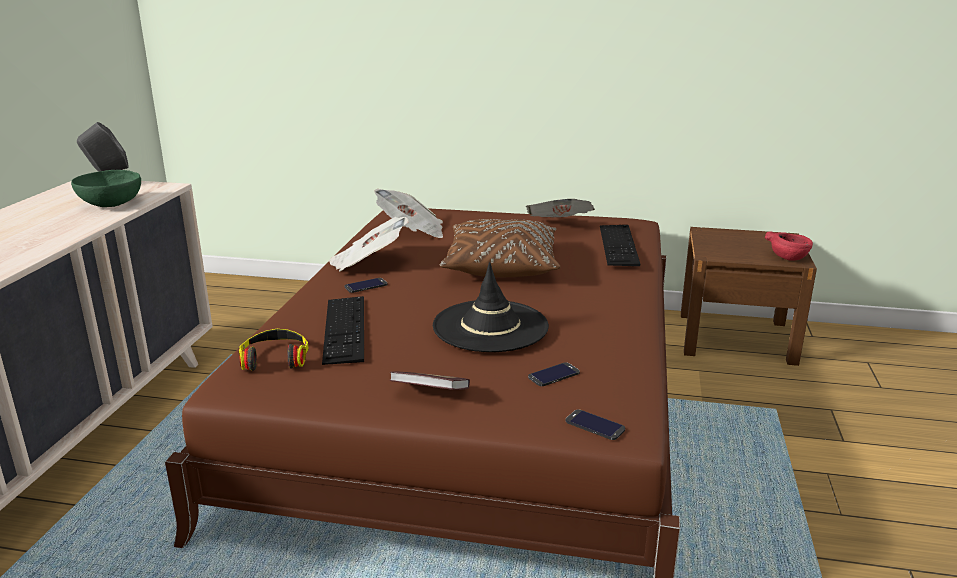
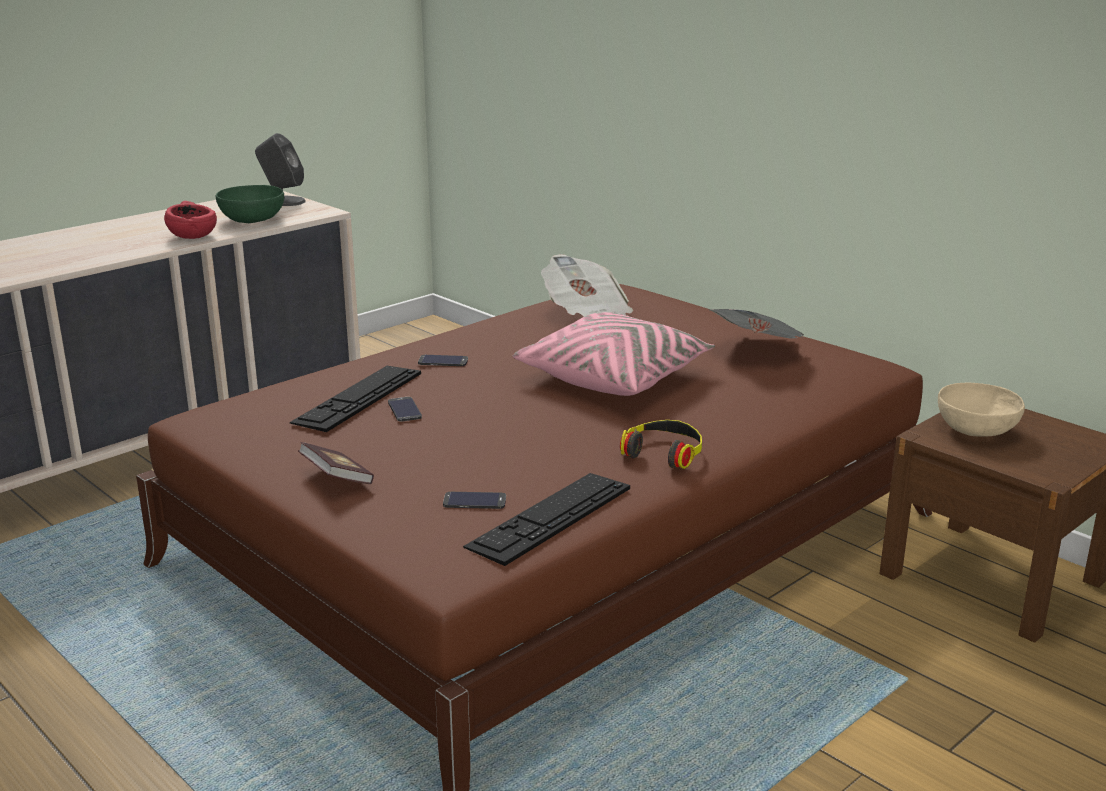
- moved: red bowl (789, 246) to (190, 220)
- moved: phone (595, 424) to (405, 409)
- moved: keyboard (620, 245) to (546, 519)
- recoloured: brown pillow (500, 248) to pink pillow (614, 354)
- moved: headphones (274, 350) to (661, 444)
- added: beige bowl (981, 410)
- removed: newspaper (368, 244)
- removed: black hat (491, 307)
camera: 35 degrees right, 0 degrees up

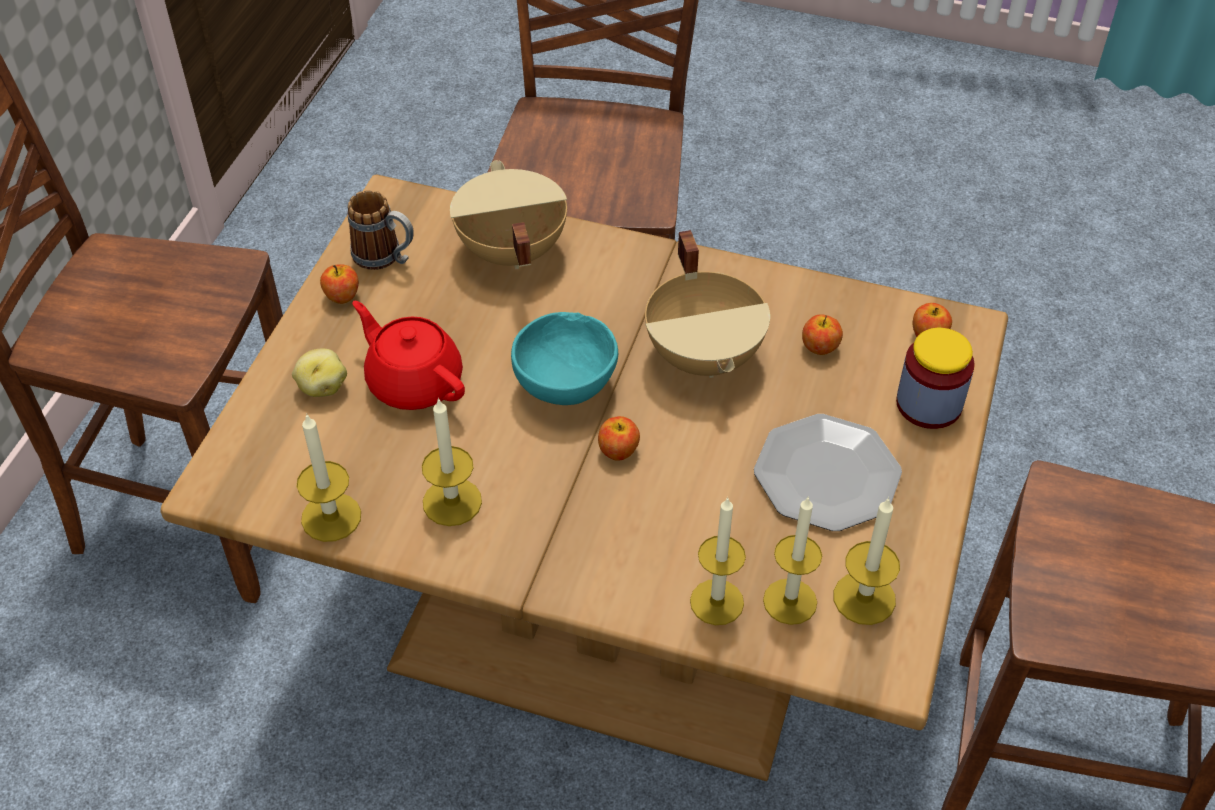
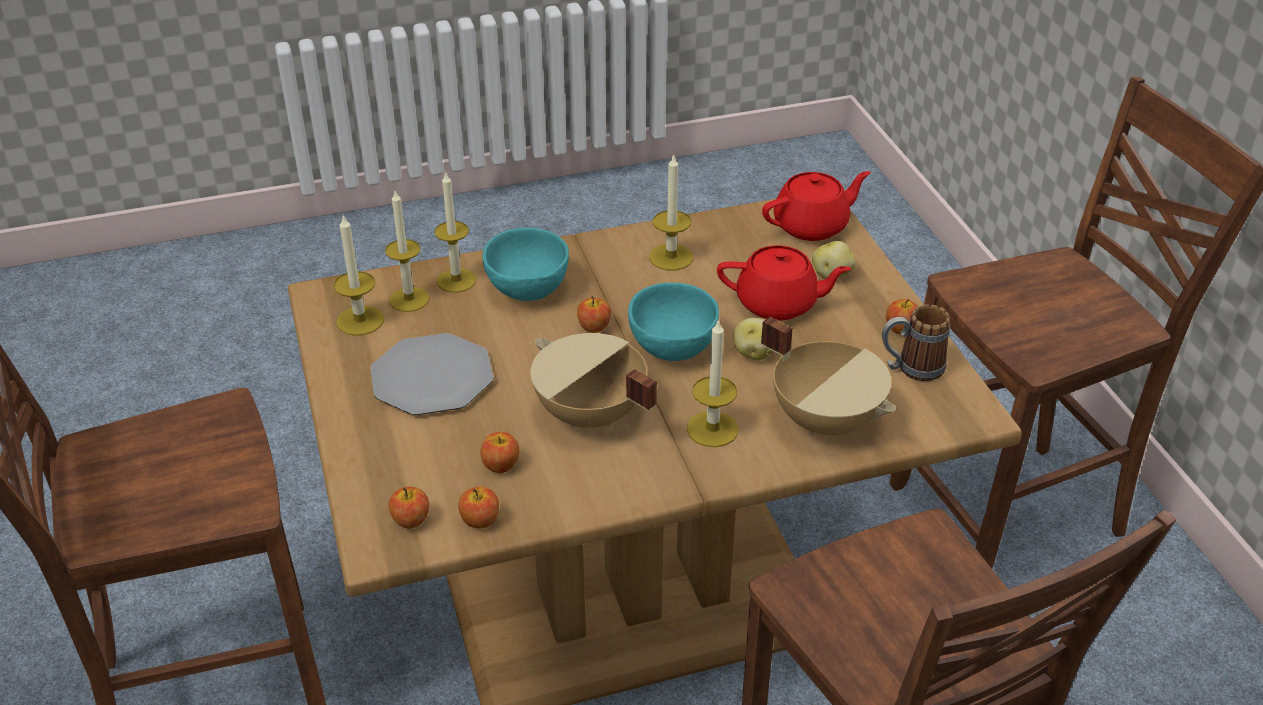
- added: apple (478, 507)
- added: turquoise bowl (525, 264)
- moved: candle (329, 477) to (713, 383)
- added: potato (753, 339)
- added: red teapot (816, 206)
- removed: jar (935, 378)
camera: 145 degrees right, 10 degrees down

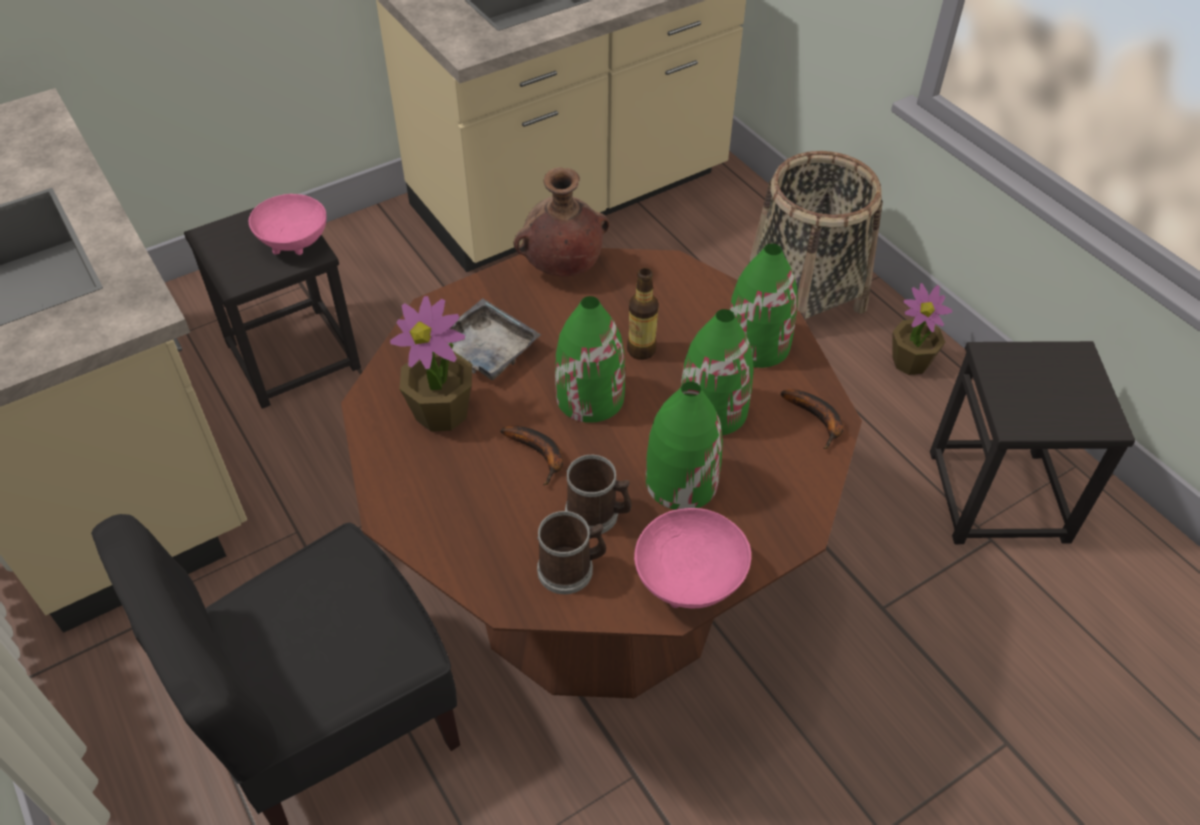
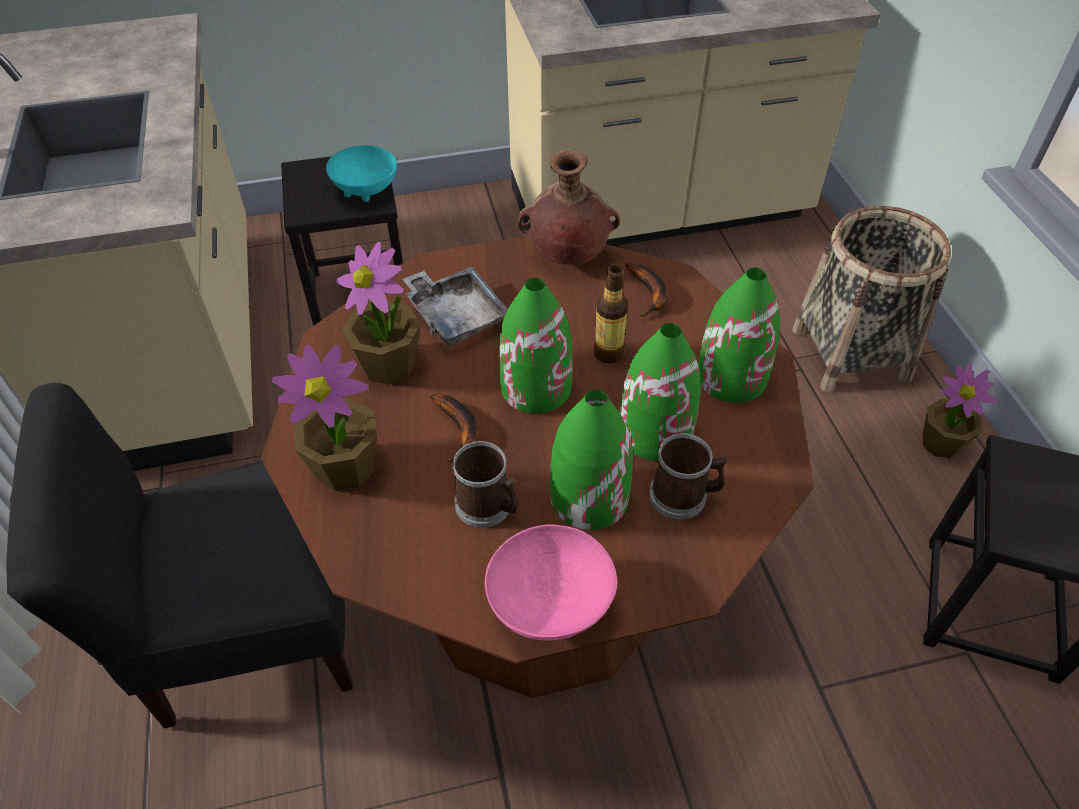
- added: potted plant (324, 418)
- recoloured: pink bowl (288, 224) to turquoise bowl (361, 173)
- moved: banana (812, 419) to (646, 290)
- moved: mug (571, 552) to (688, 476)
camera: 20 degrees right, 0 degrees up

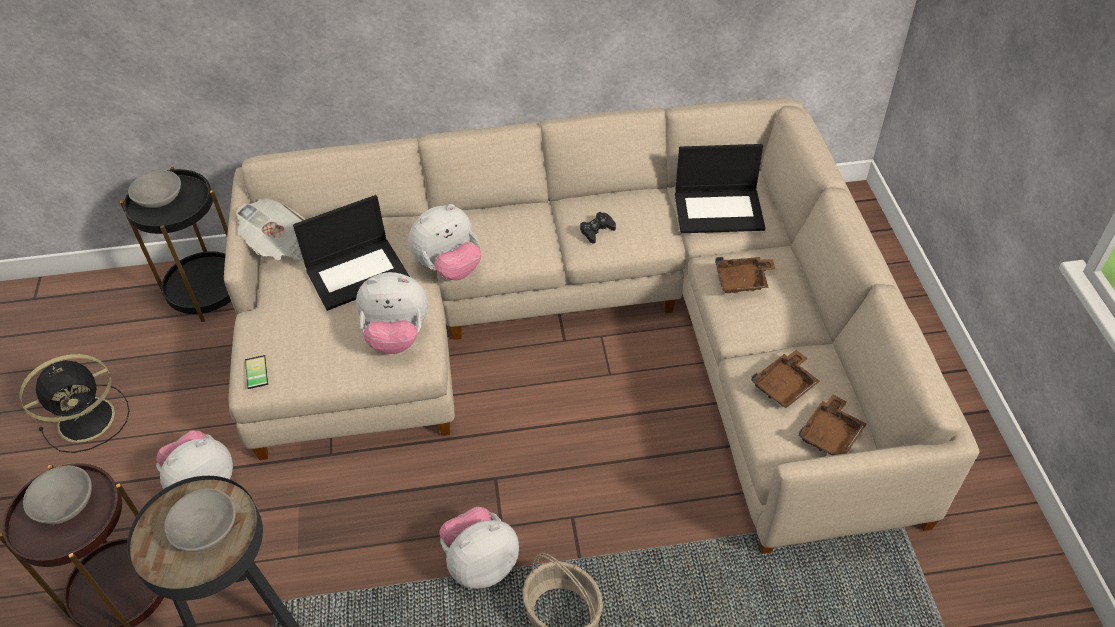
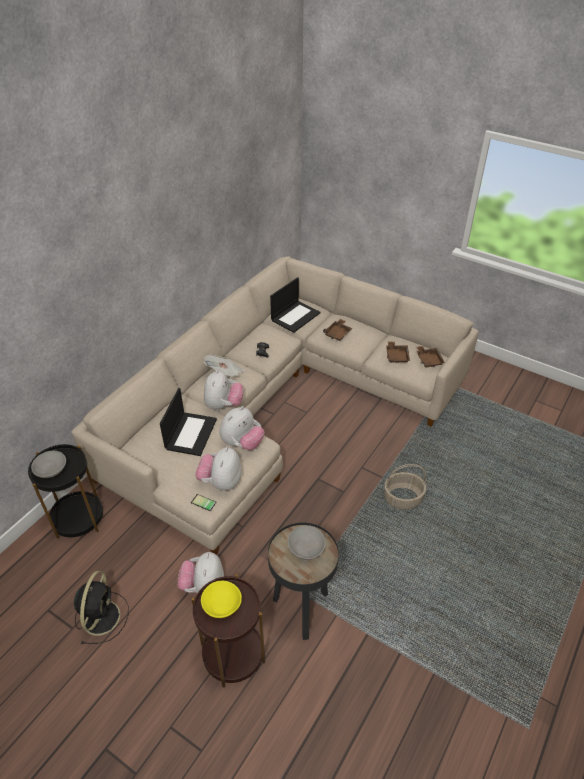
- moved: plush toy (479, 548) to (218, 469)
- recoloured: grey bowl (57, 495) to yellow bowl (221, 599)
- moved: newspaper (270, 230) to (224, 366)
camera: 50 degrees left, 5 degrees down

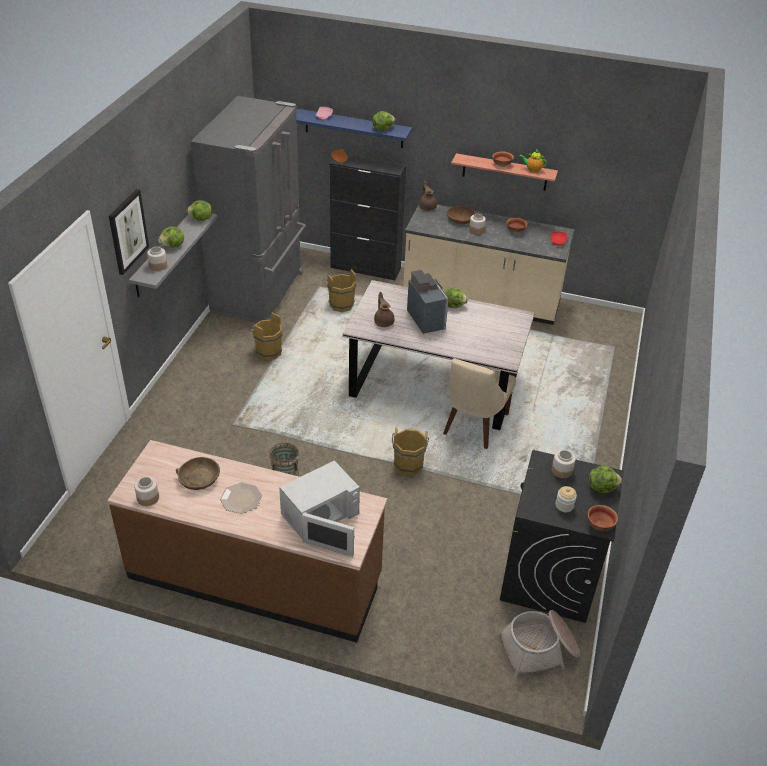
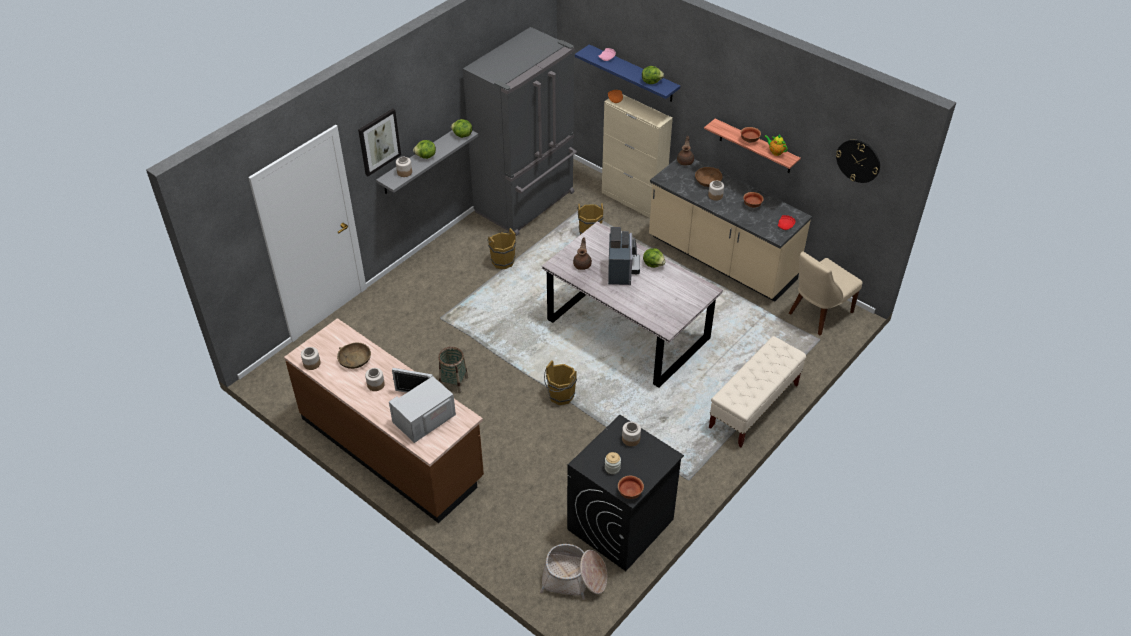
- replaced: plate (241, 498) to jar (375, 379)
- turned: white microwave (319, 508) = (422, 405) 150 degrees clockwise
- recoloured: black cabinet (368, 217) to beige cabinet (637, 156)
- added: beige bench (757, 391)
- moved: beige chair (479, 403) to (826, 293)
- added: wall clock (858, 161)
- removed: lettuce (605, 479)
camera: 25 degrees right, 5 degrees up

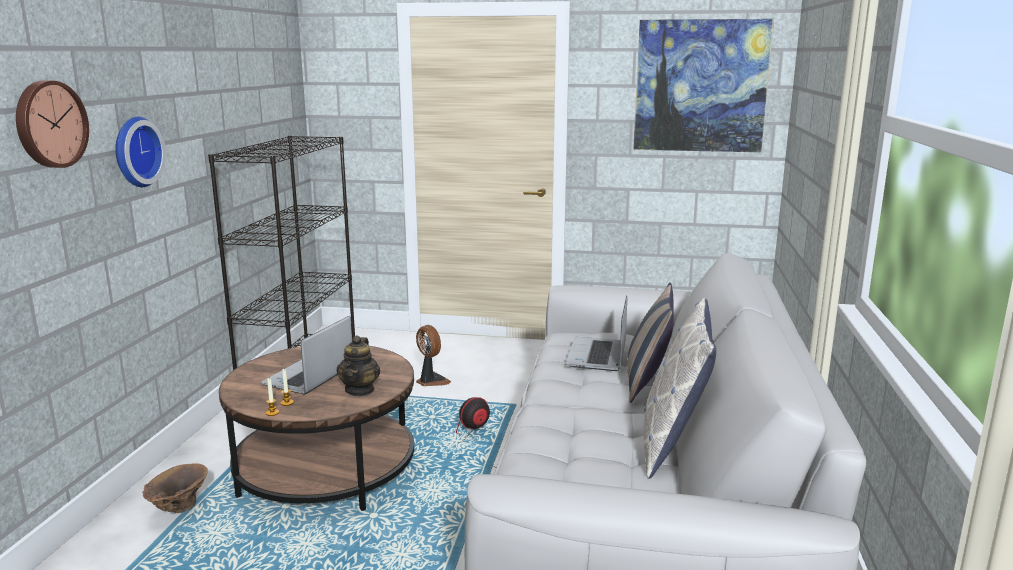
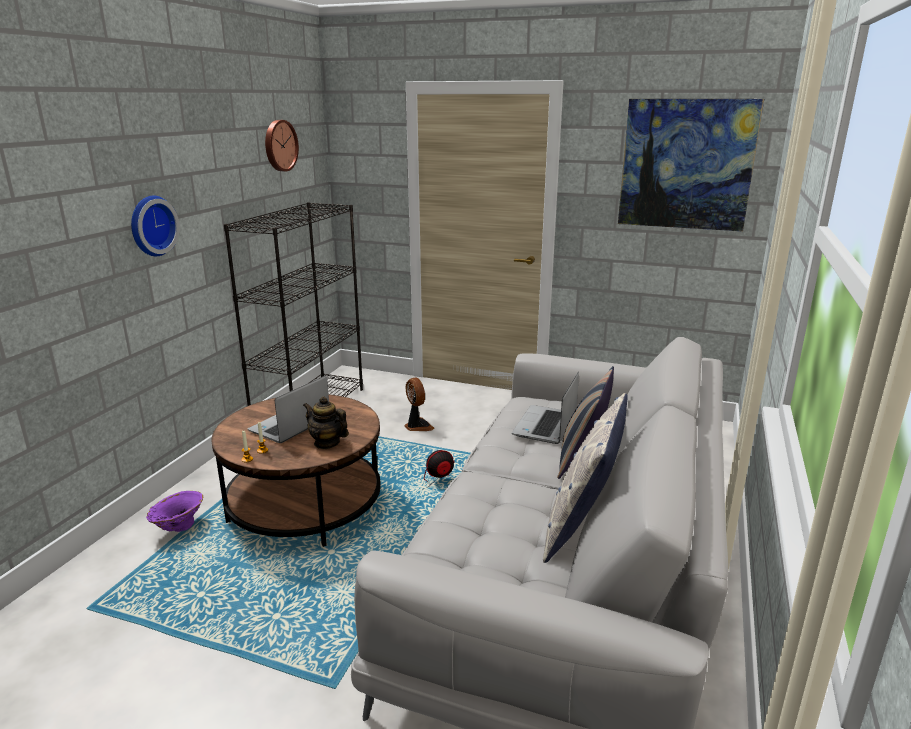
- recoloured: brown vase (175, 488) to purple vase (174, 511)
- moved: wall clock (52, 124) to (282, 145)
- turned: teapot (358, 365) = (326, 422) 105 degrees clockwise
camera: 10 degrees right, 5 degrees up

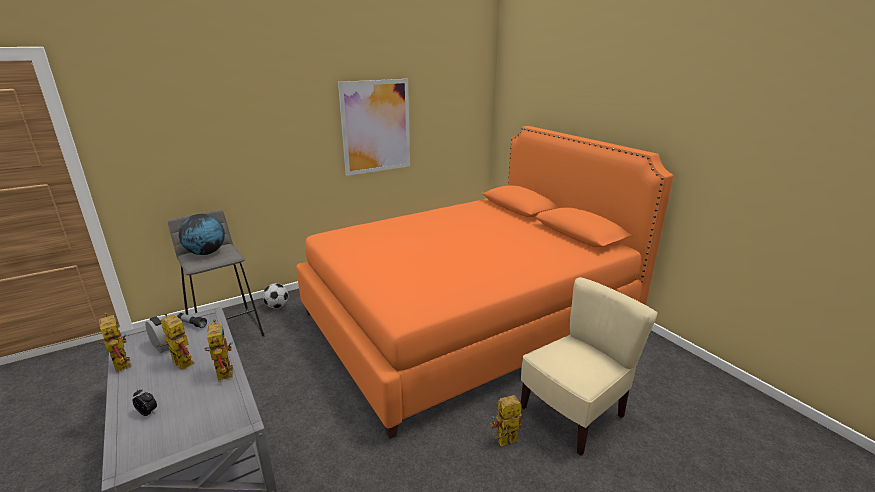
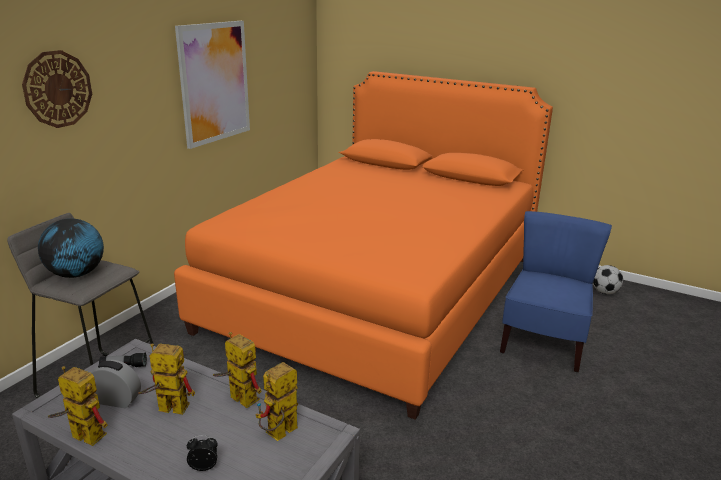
- added: wall clock (57, 89)
- moved: toy robot (506, 420) to (276, 401)
- recoloured: beige chair (589, 366) to blue chair (556, 291)
- moved: football (275, 295) to (608, 279)
camera: 30 degrees left, 0 degrees up

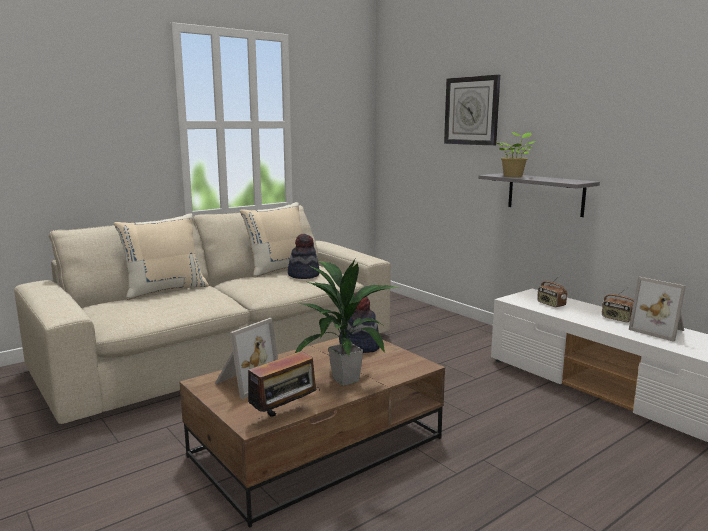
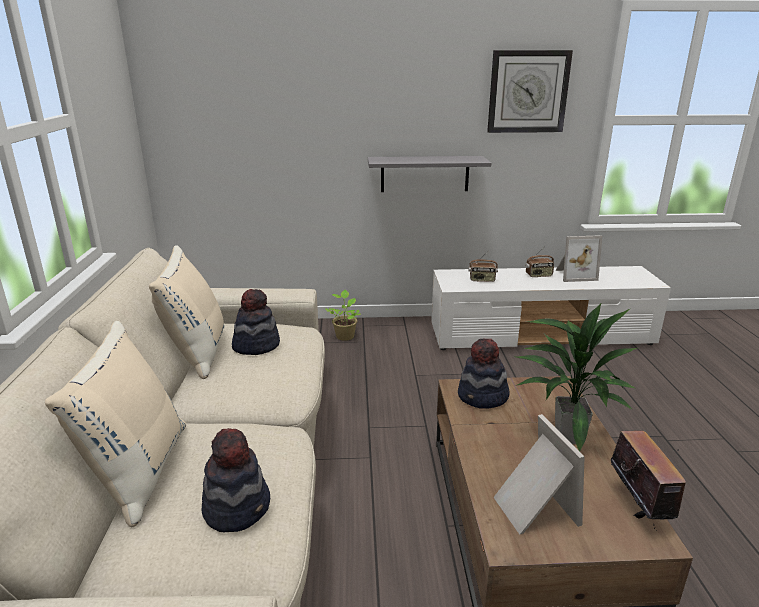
- added: hat (236, 480)
- moved: potted plant (516, 154) to (342, 315)
- moved: wall clock (472, 110) to (530, 91)
camera: 55 degrees left, 10 degrees up

